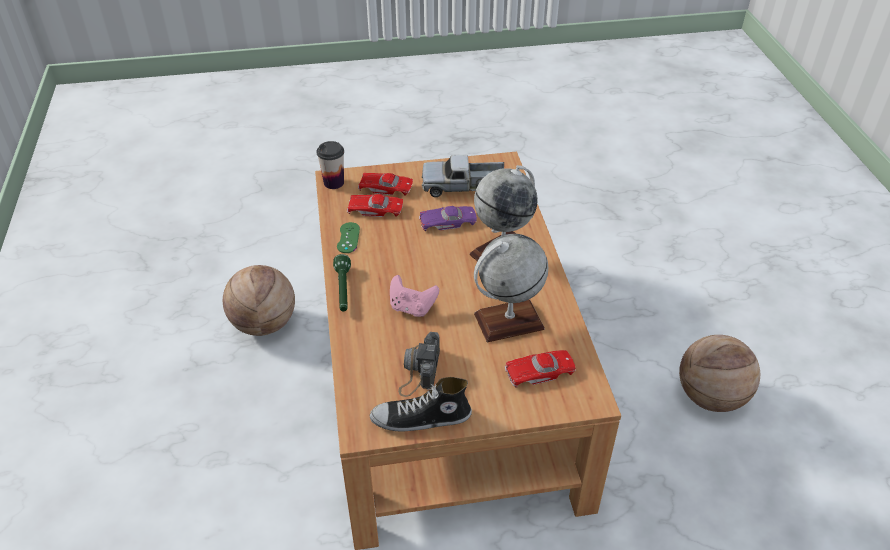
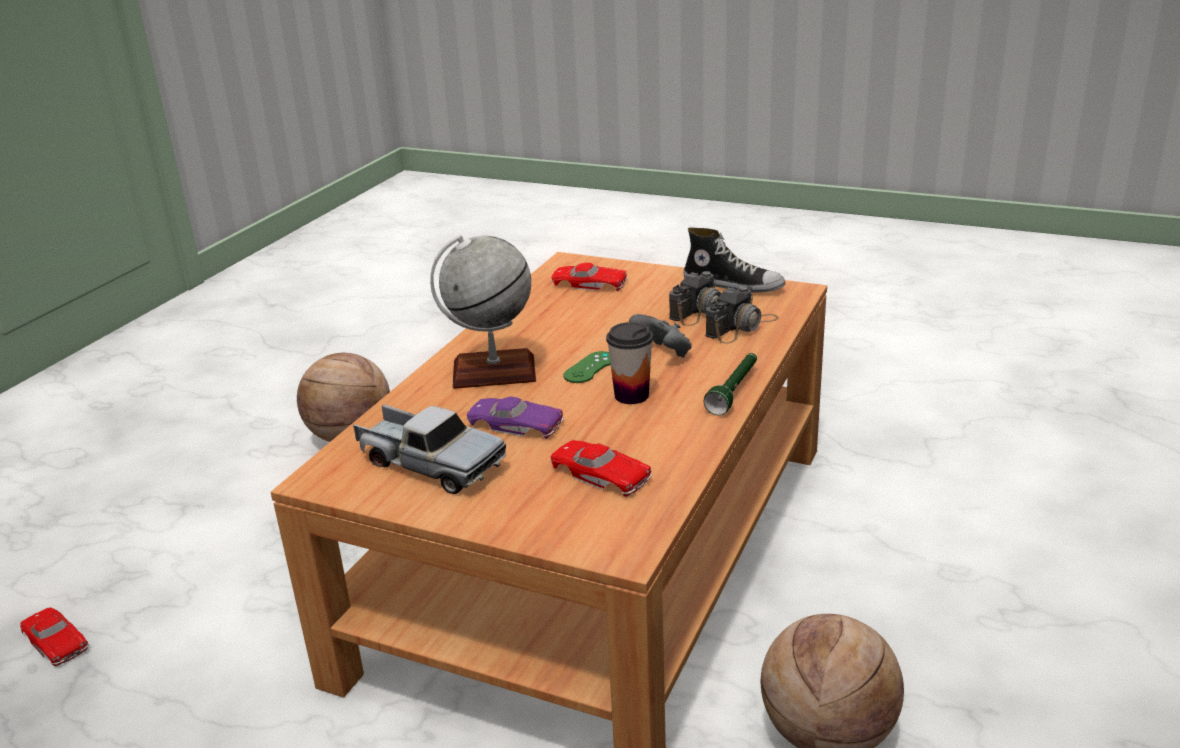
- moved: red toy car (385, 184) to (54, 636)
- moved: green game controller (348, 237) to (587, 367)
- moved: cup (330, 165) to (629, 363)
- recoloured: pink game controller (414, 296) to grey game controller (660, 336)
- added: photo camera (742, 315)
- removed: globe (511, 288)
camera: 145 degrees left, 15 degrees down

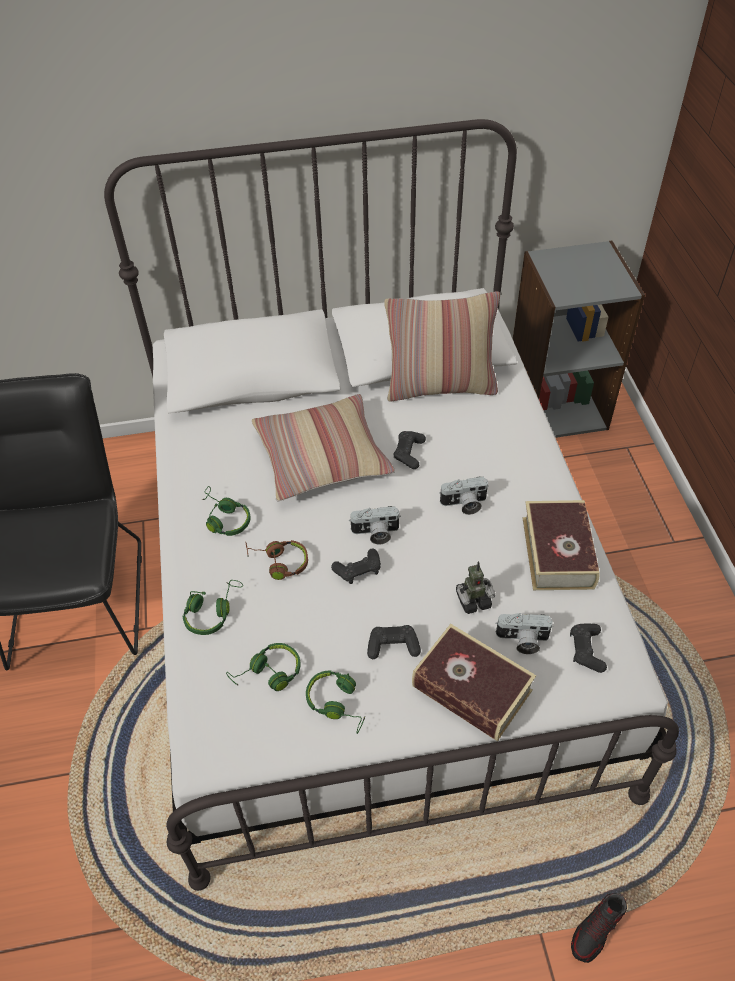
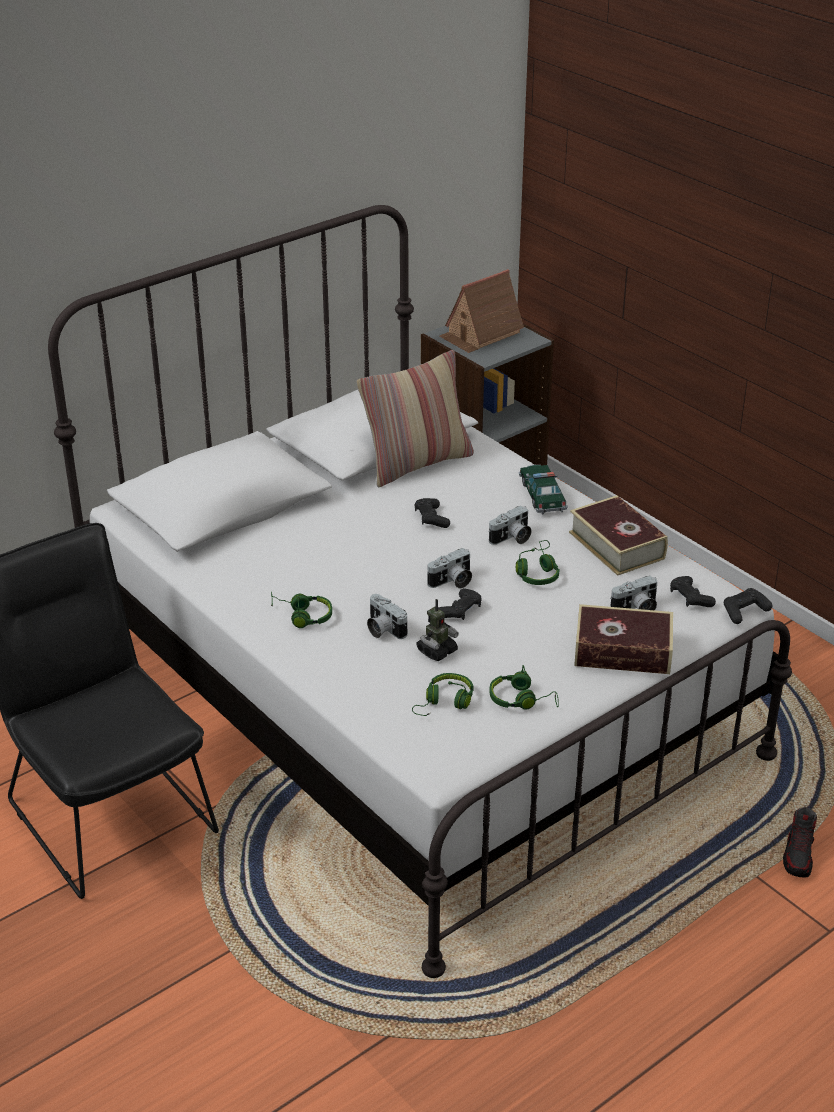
- replaced: brown headphones (276, 560) to photo camera (387, 616)
- moved: toy robot (475, 587) to (437, 630)
- added: toy house (481, 311)
- moved: green headphones (213, 607) to (537, 562)
- added: toy car (543, 489)
- moved: black game controller (394, 642) to (748, 606)
- removed: pillow (323, 447)
camera: 30 degrees left, 15 degrees down

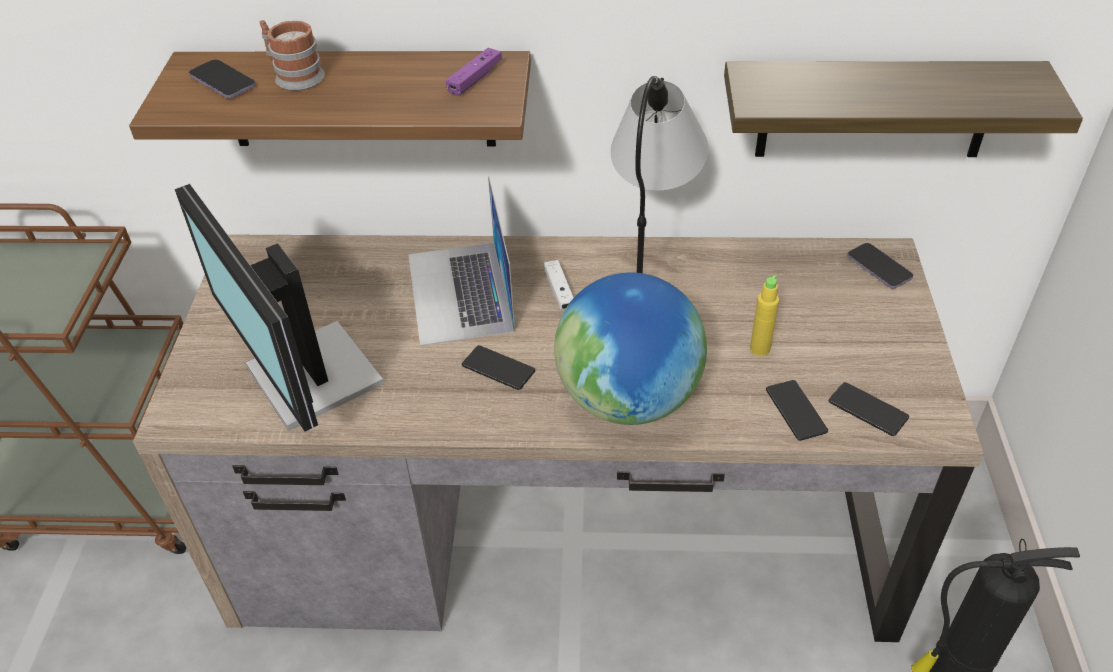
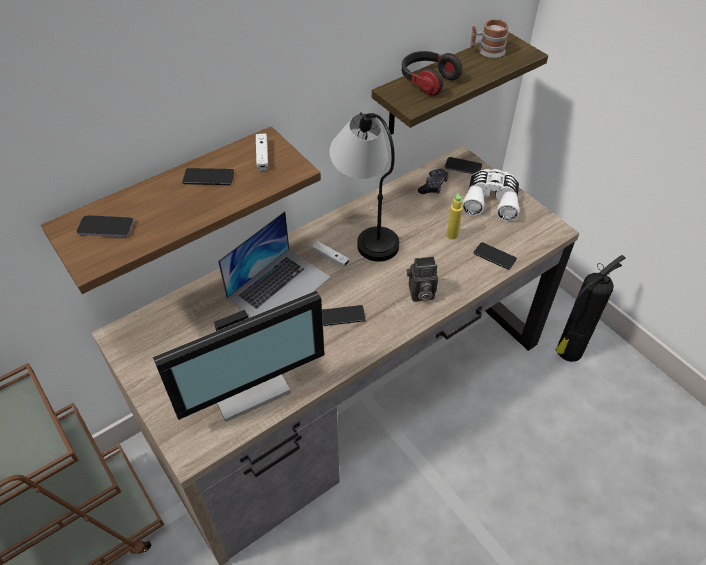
- turned: monitor (279, 308) = (239, 356) 45 degrees counterclockwise
- moved: phone (869, 409) to (208, 176)
- turned: laptop (461, 261) = (274, 264) 90 degrees counterclockwise
- recoloured: purple game controller (474, 72) to white game controller (262, 152)
- added: headphones (431, 73)
- replaced: globe (630, 348) to photo camera (422, 279)
- added: black game controller (433, 181)
- added: white binoculars (490, 195)
- moved: mug (292, 55) to (489, 38)
camera: 40 degrees left, 5 degrees up

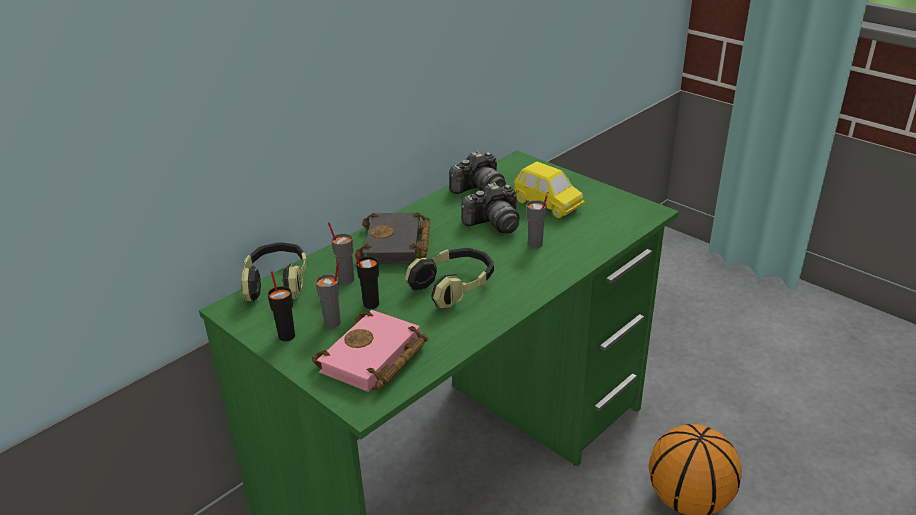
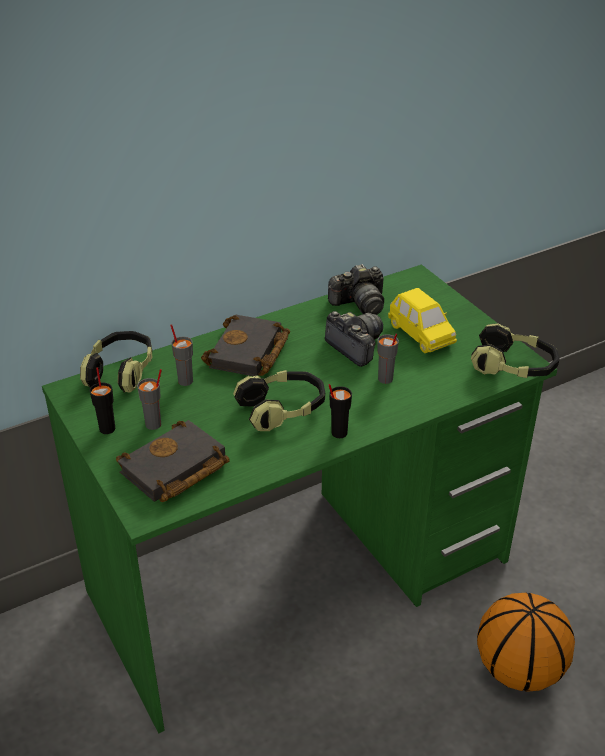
- recoloured: pink book (370, 351) to black book (173, 461)
- turned: photo camera (490, 208) = (354, 339) 120 degrees counterclockwise
- moved: black cup (367, 281) to (340, 411)
- added: headphones (515, 350)
camera: 15 degrees right, 5 degrees up

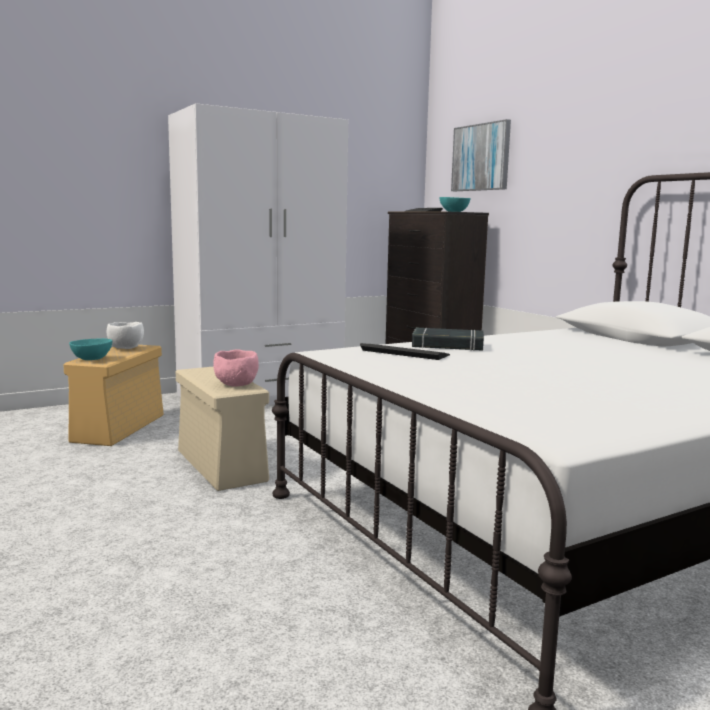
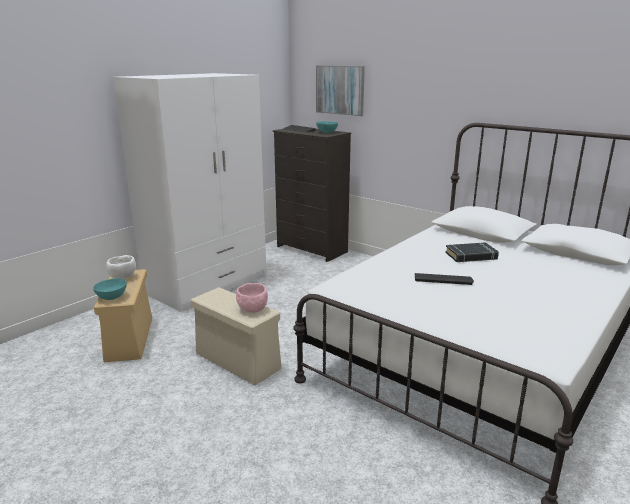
- moved: keyboard (405, 351) to (444, 279)
- moved: black book (448, 339) to (472, 252)
camera: 20 degrees left, 10 degrees up

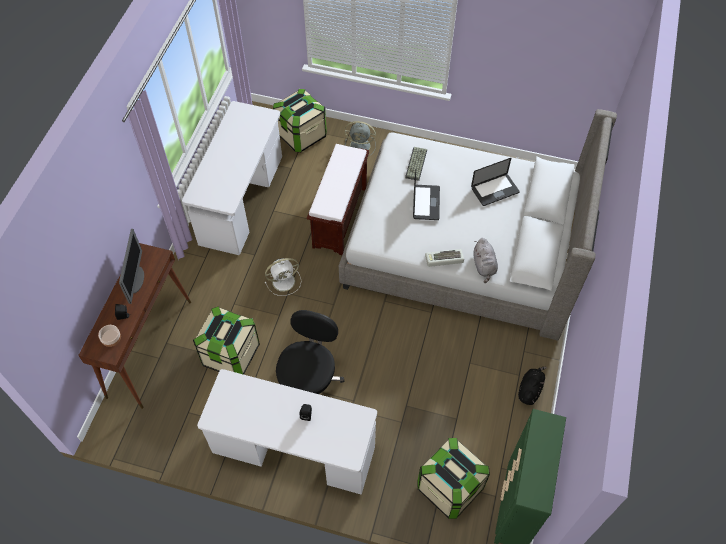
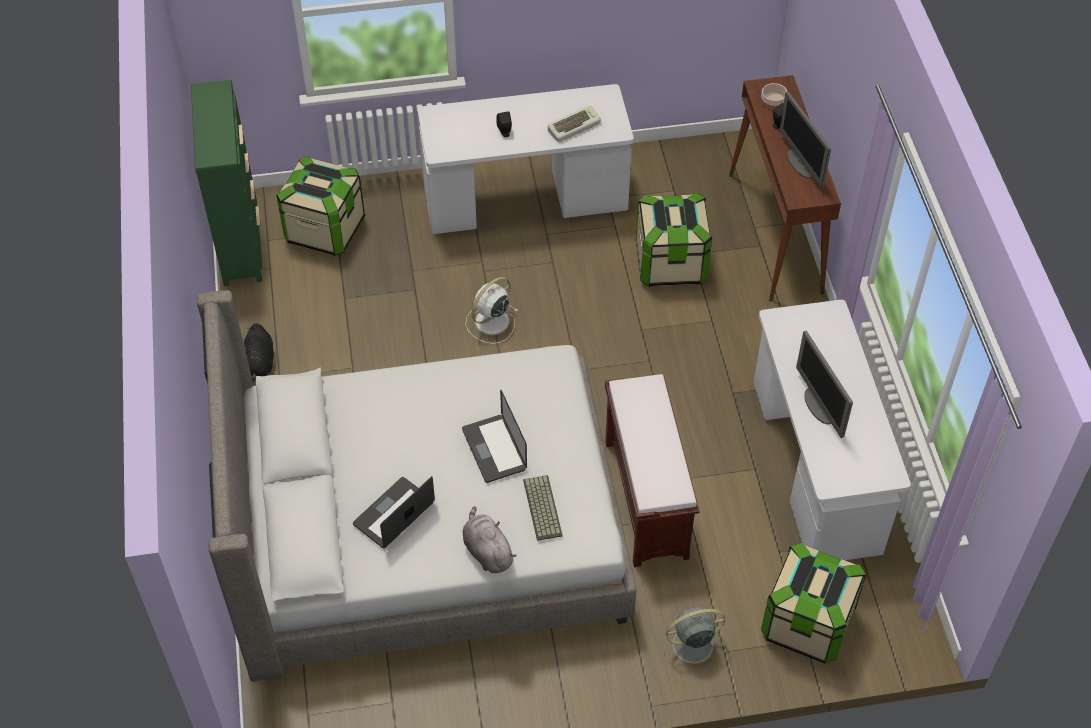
- moved: grey plush toy (485, 260) to (489, 539)
- moved: white fan (283, 277) to (491, 310)
- moved: keyboard (444, 258) to (574, 124)
- added: monitor (824, 384)
- removed: black office chair (310, 352)
camera: 155 degrees right, 5 degrees down

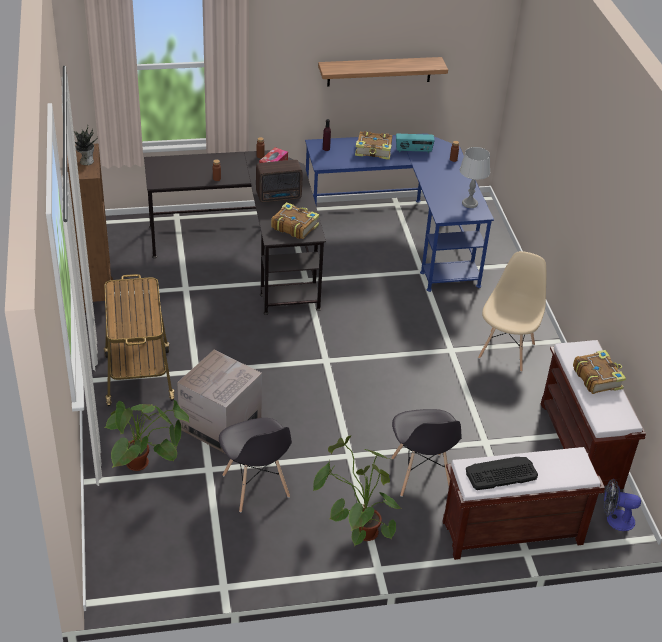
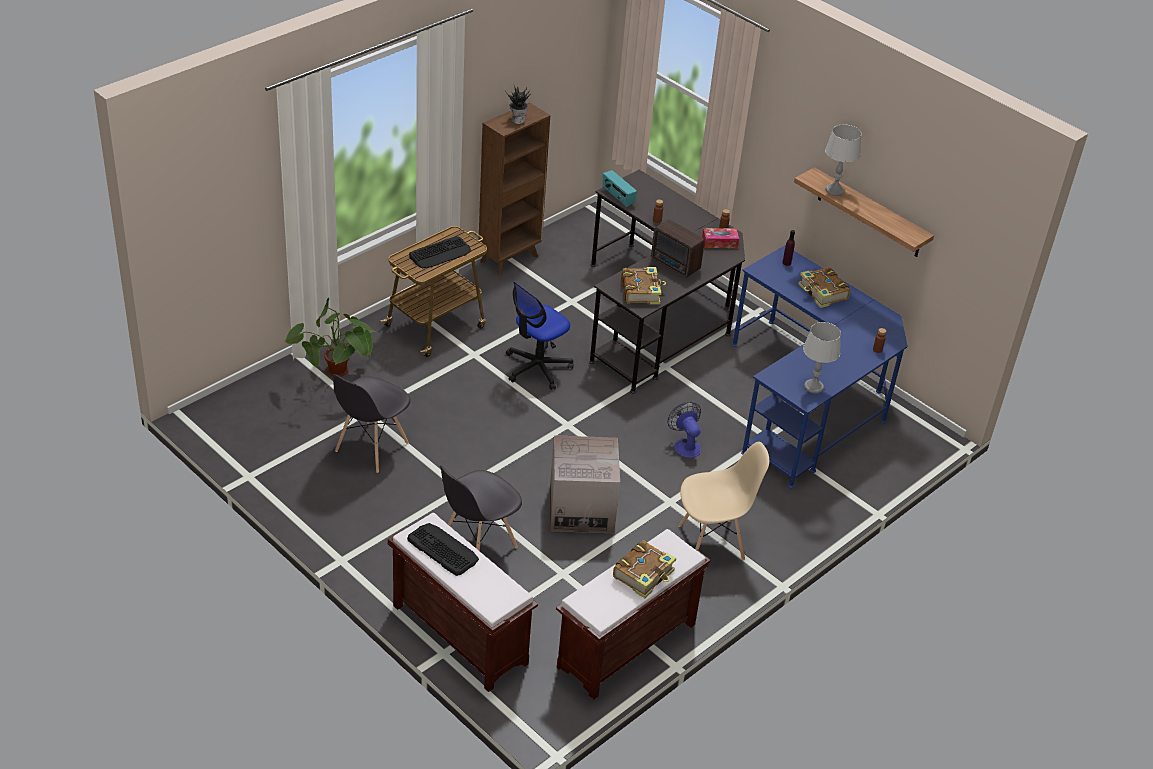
- added: keyboard (440, 252)
- added: office chair (540, 335)
- moved: cardboard box (219, 401) to (585, 484)
- moved: radio (415, 143) to (620, 188)
- moved: fan (622, 505) to (684, 430)
- added: grey table lamp (843, 160)
- removed: potted plant (357, 491)
camera: 55 degrees right, 0 degrees up

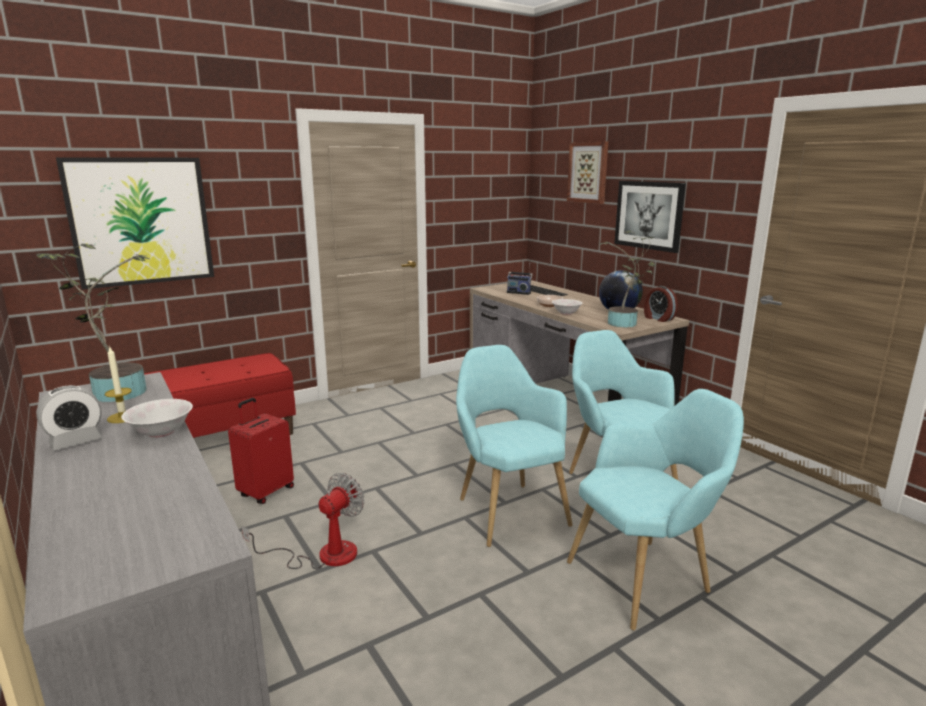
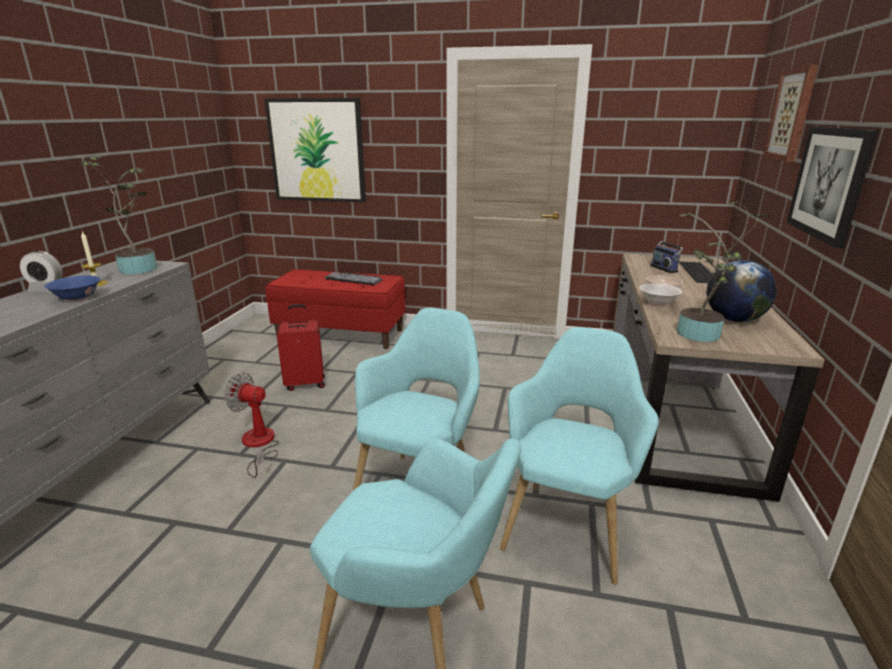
- recoloured: white bowl (157, 418) to blue bowl (72, 289)
- turned: fan (303, 521) = (251, 425) 150 degrees counterclockwise
- added: keyboard (353, 278)
- removed: alarm clock (661, 304)
camera: 45 degrees right, 5 degrees up

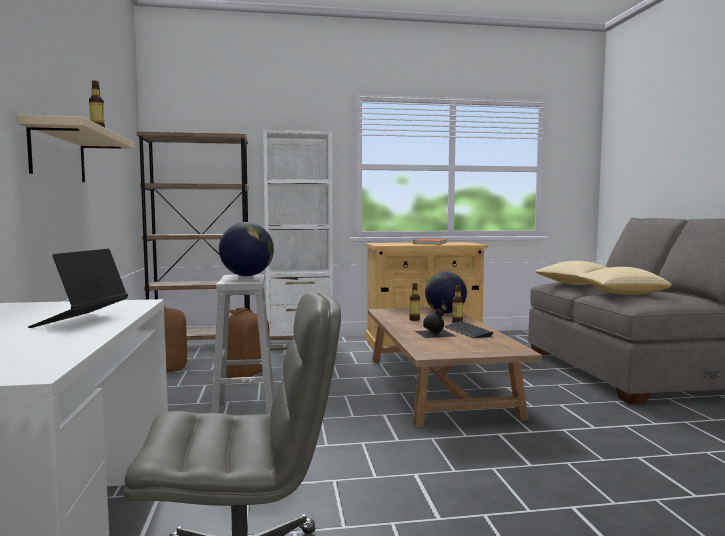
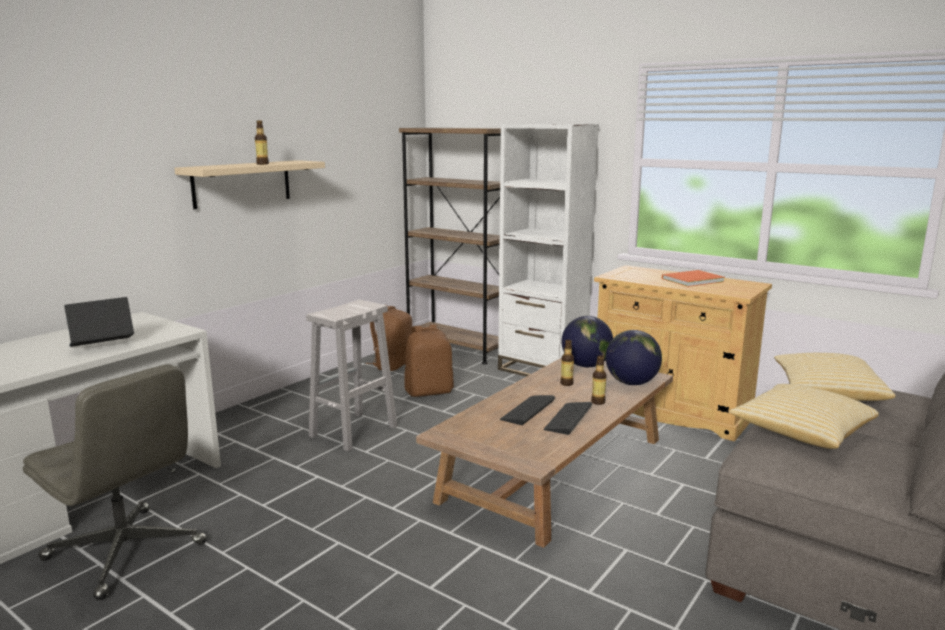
- replaced: black bottle (435, 323) to keyboard (527, 410)
- moved: globe (246, 249) to (587, 341)
camera: 45 degrees right, 10 degrees up

